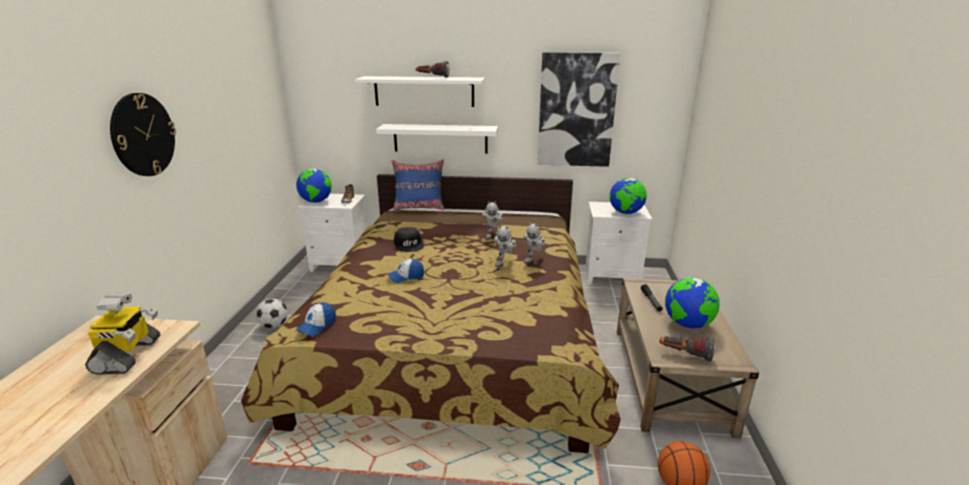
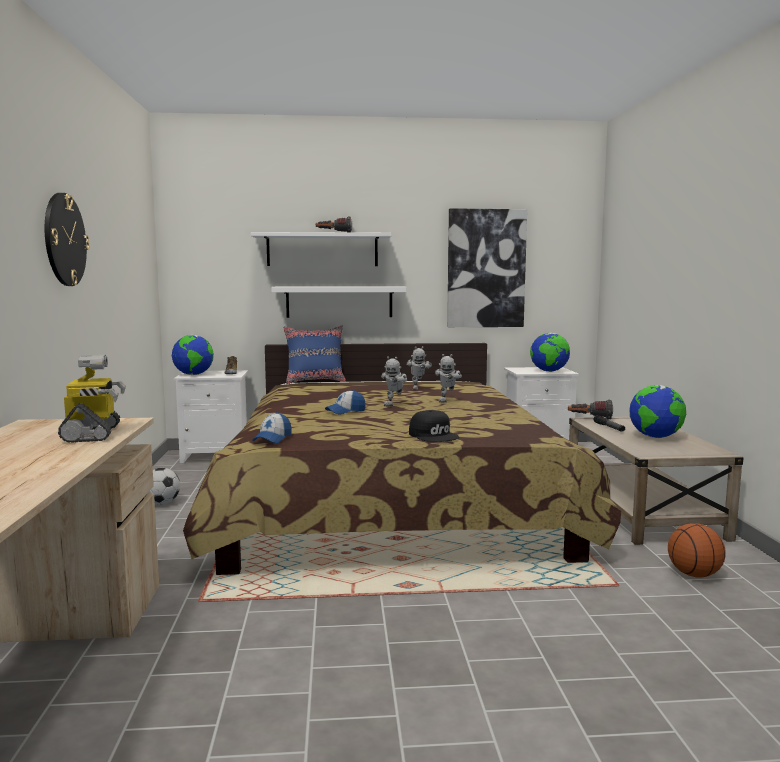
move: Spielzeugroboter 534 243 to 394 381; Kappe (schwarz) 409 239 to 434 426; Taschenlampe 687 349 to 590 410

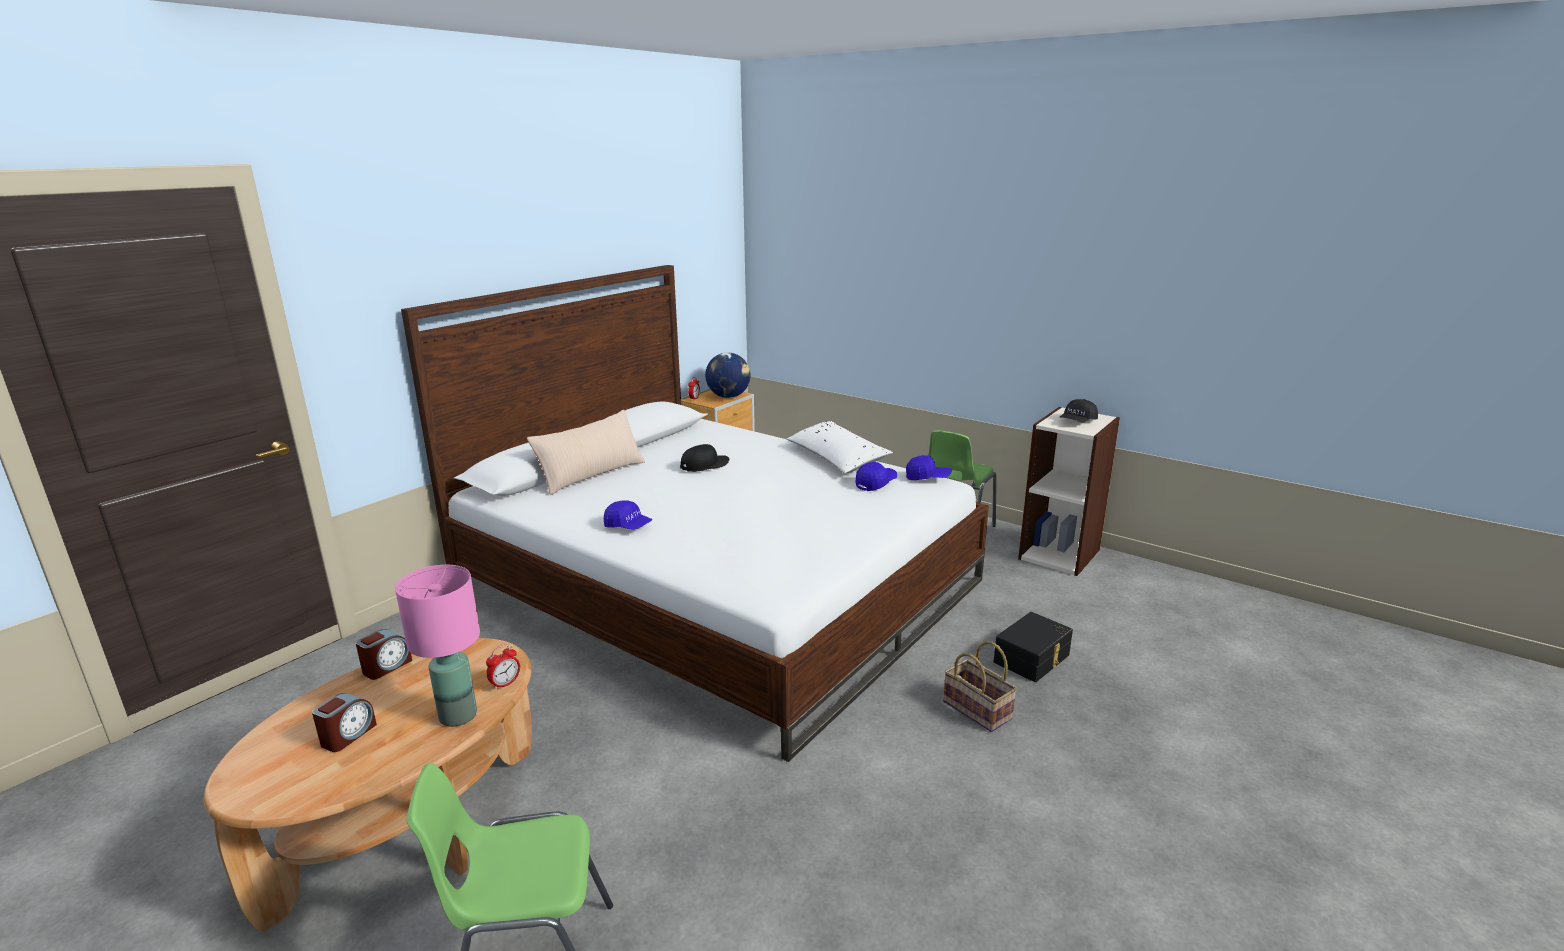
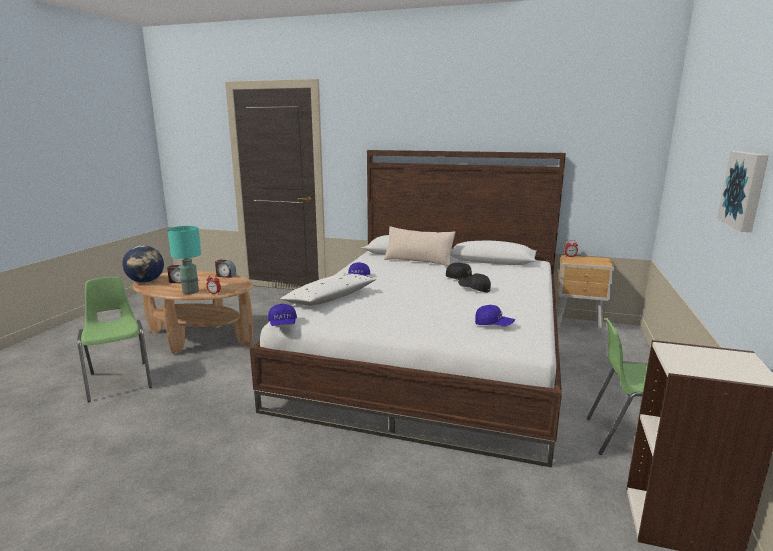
delete: Aufbewahrungsbox (schwarz) 1033 647; Korb 980 686
insert: Bild 743 191
move: Globus 728 375 to 143 264; Kappe (schwarz) 1079 410 to 474 283; Kissen (weiß) 840 447 to 328 290; Kappe (blau) 929 467 to 282 315
recolor: Tischlampe (rosa) 437 646 to Tischlampe (türkis) 184 260

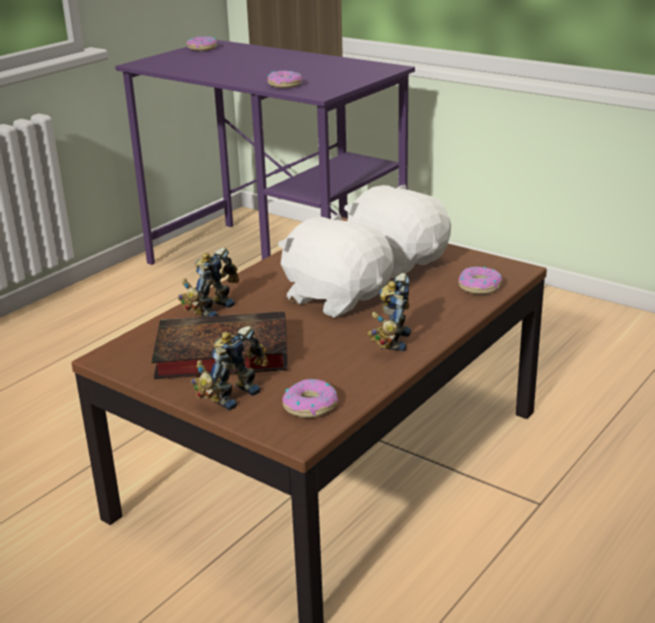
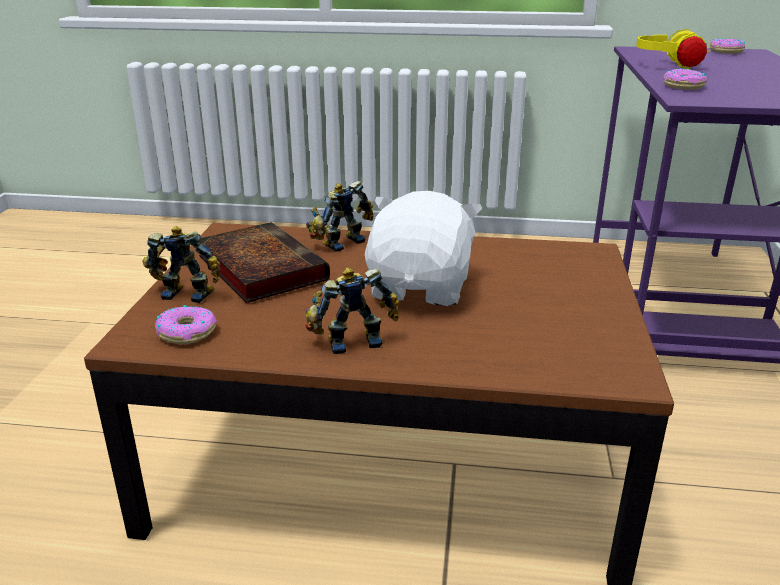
delete: Plüschtier (weiß) 397 231; Donut 480 280
insert: Kopfhörer (gelb) 673 49
rotate: Spielzeugroboter 208 282 = 340 216 45 degrees counterclockwise

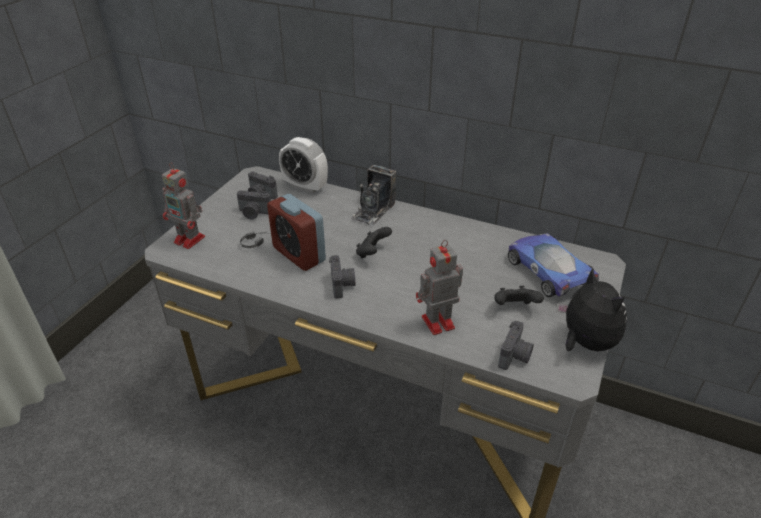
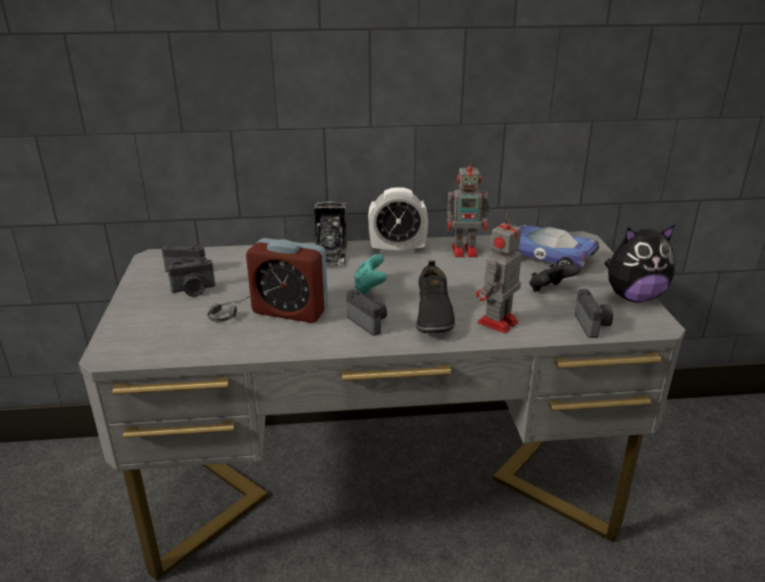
insert: Schuh (schwarz) 435 297
move: Wecker 303 165 to 398 220; Spielzeugroboter 183 205 to 468 207
recolor: Gamepad (schwarz) 374 242 to Gamepad (türkis) 370 274
rotate: Plüschtier 591 309 = 640 263 135 degrees clockwise

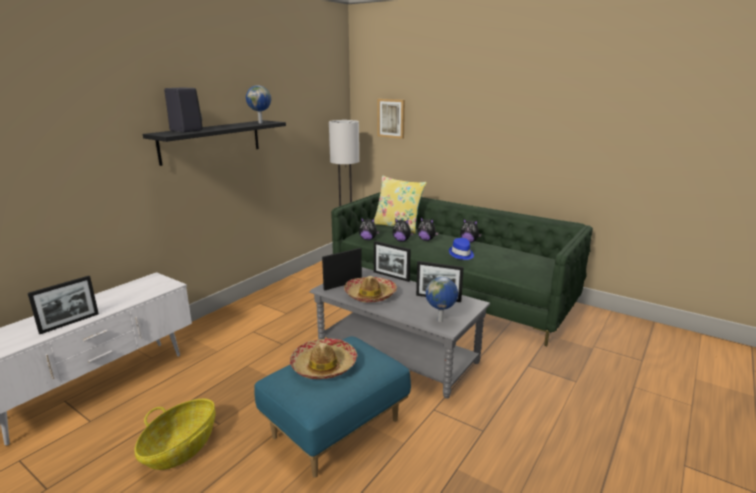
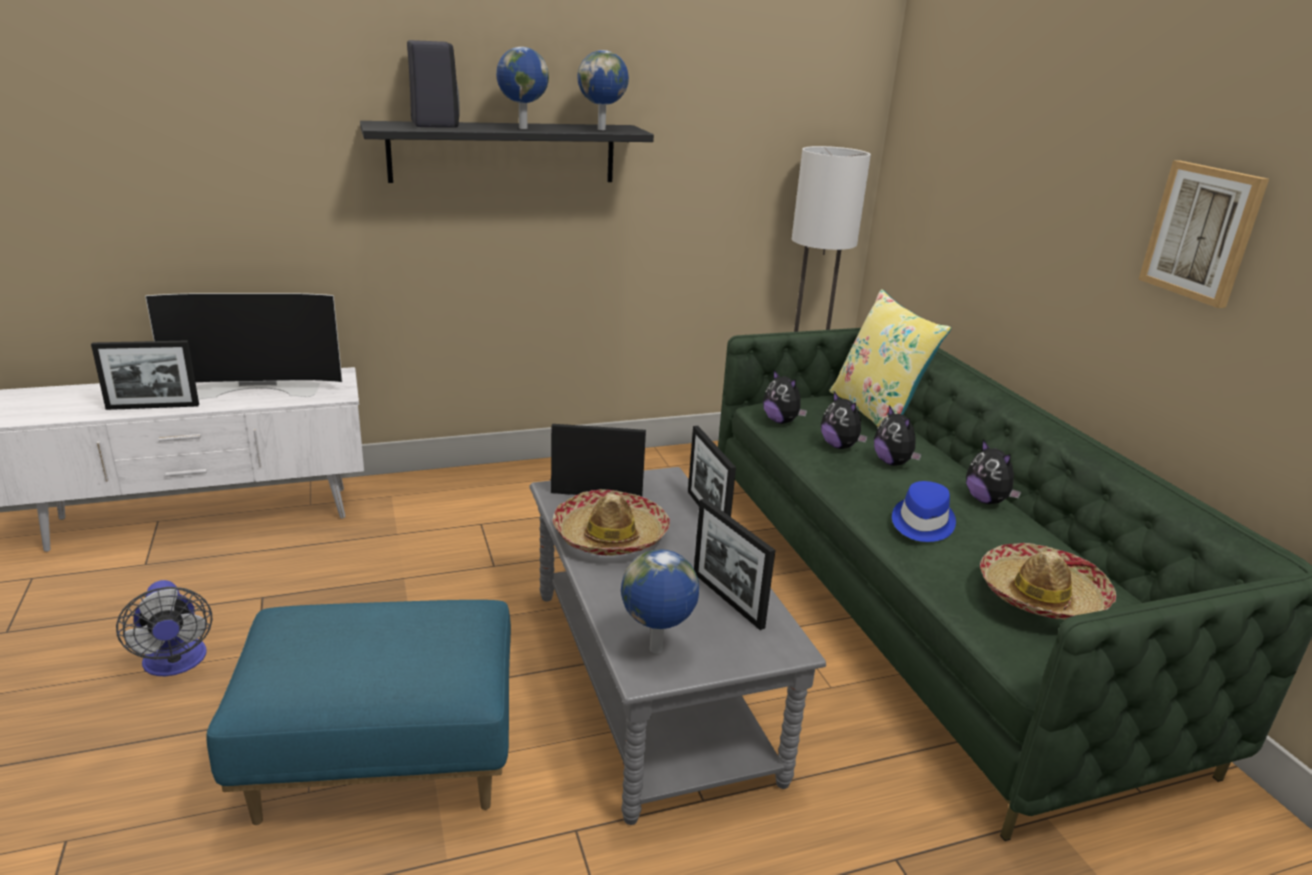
insert: Globus 522 88; Fernseher 243 346
move: Bild 391 119 to 1203 234; Hut 323 359 to 1048 581
replace: Korb 175 434 to Ventilator 164 628

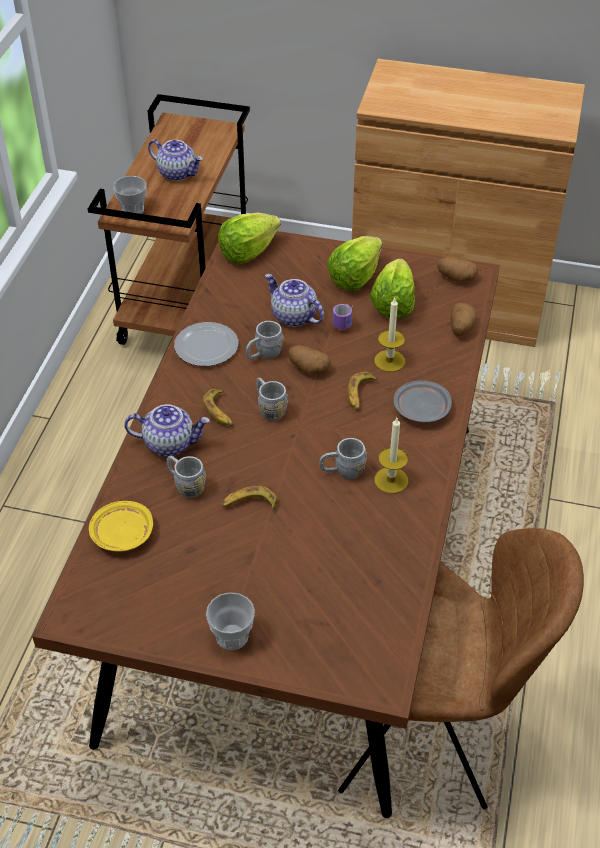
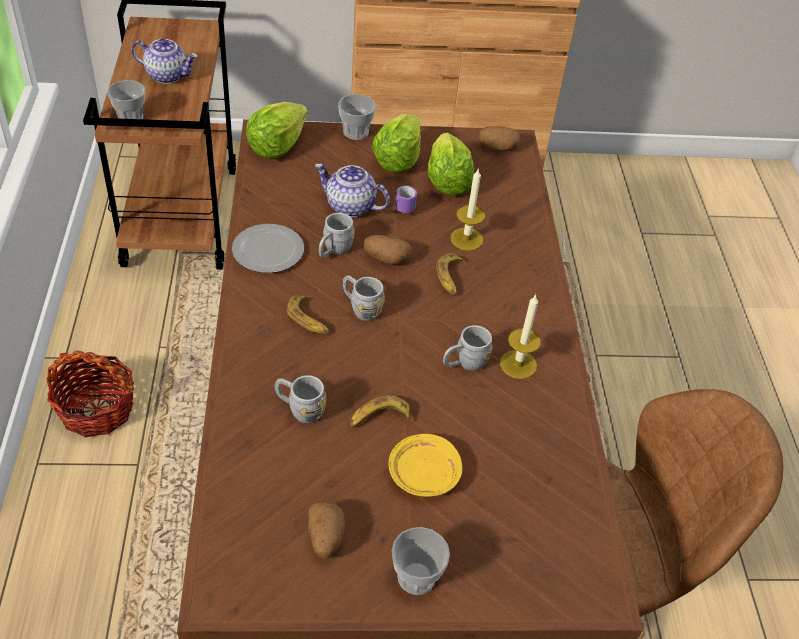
delete: Teller (grau) 423 402; Teekanne 167 430
insert: Tasse 357 117; Korb 90 393
move: Kartoffel 464 319 to 326 530; Teller (gelb) 121 526 to 425 465

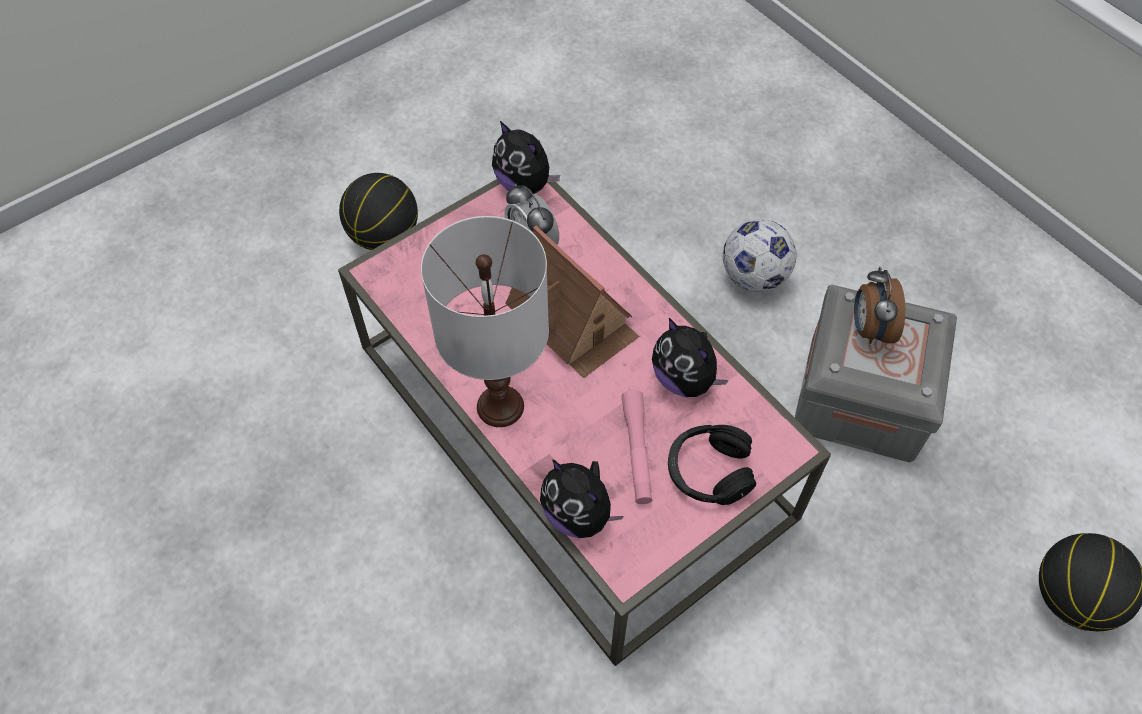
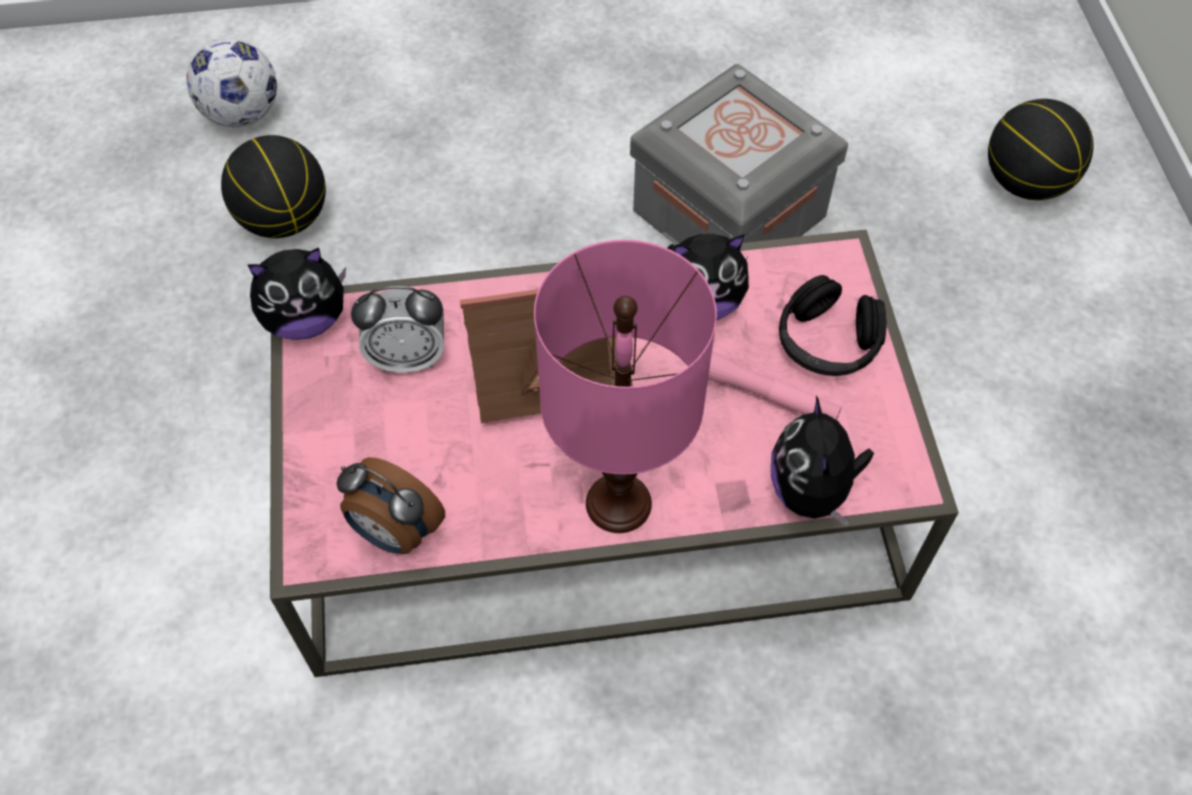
move: Basketball 378 211 to 273 186; Fußball 760 255 to 232 83; Wecker 879 305 to 390 505
recolor: Tischlampe (weiß) 485 321 to Tischlampe (rosa) 625 386
rotate: Plüschtier 582 498 = 822 461 105 degrees clockwise

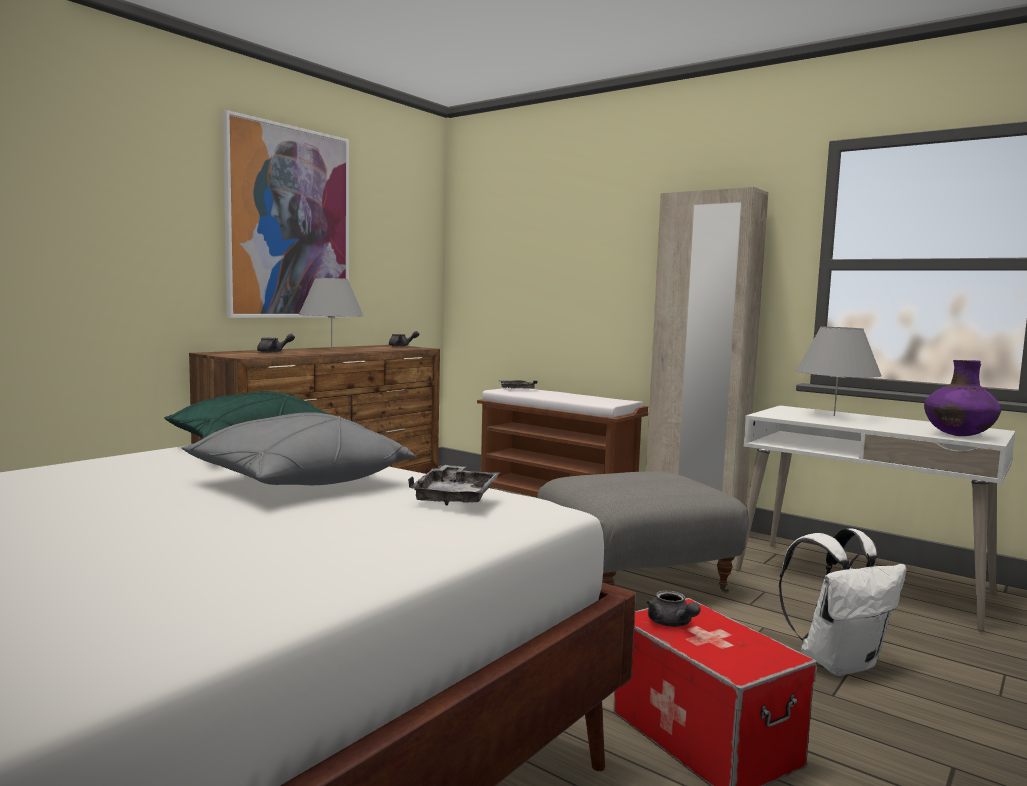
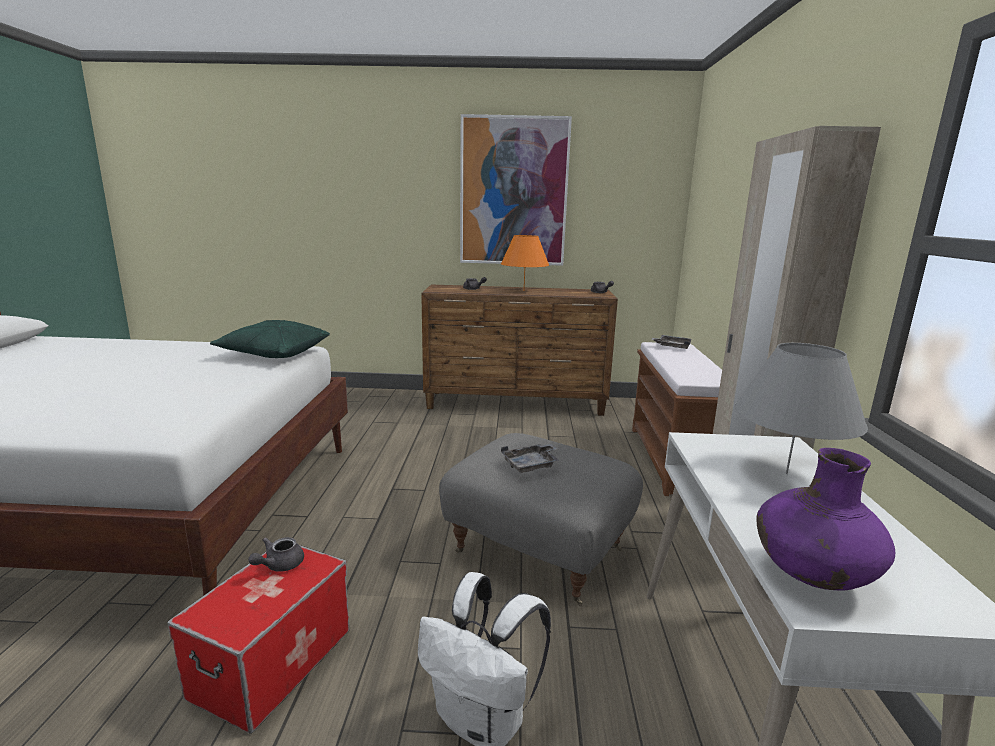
delete: Kissen (grau) 298 448
move: Tablett (grau) 454 485 to 530 458
recolor: Tischlampe (grau) 331 314 to Tischlampe (orange) 525 261

